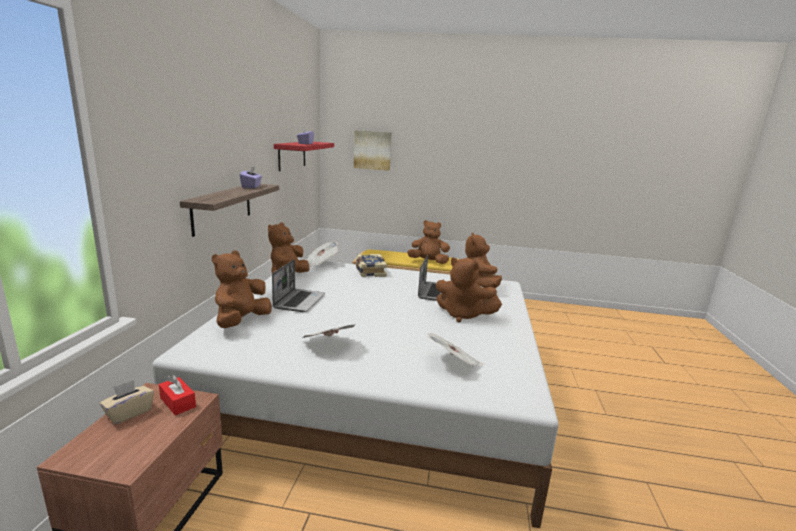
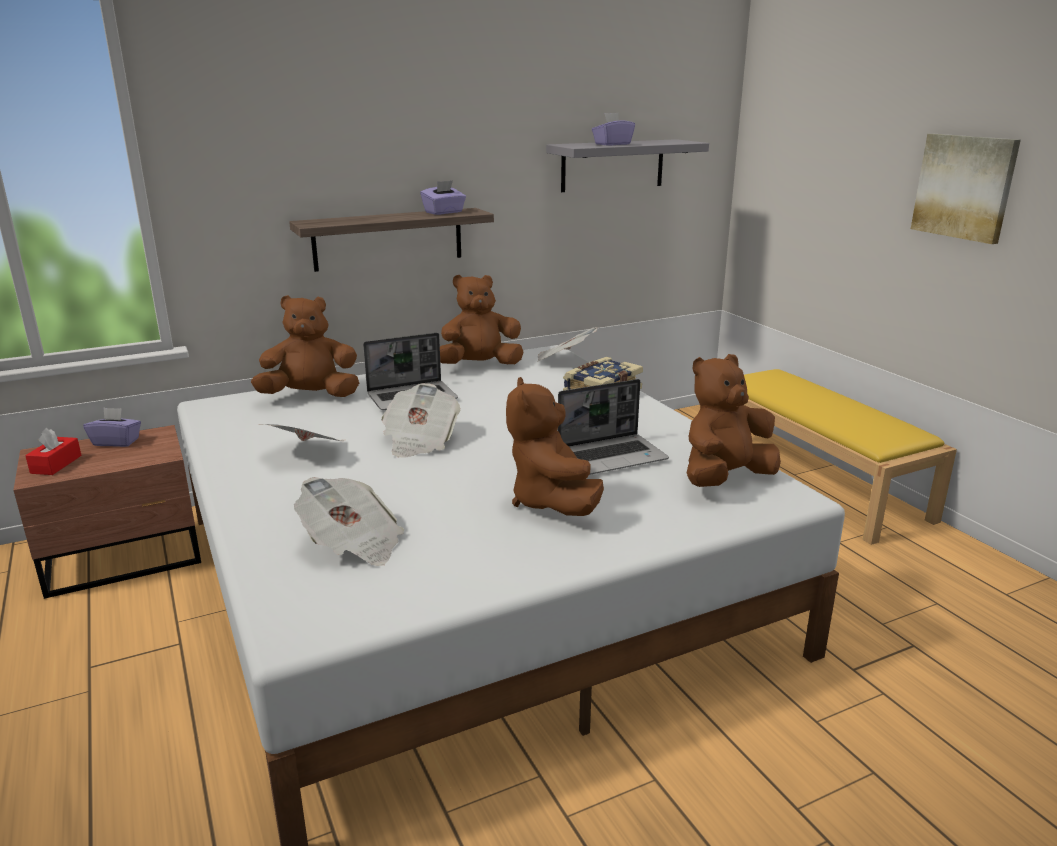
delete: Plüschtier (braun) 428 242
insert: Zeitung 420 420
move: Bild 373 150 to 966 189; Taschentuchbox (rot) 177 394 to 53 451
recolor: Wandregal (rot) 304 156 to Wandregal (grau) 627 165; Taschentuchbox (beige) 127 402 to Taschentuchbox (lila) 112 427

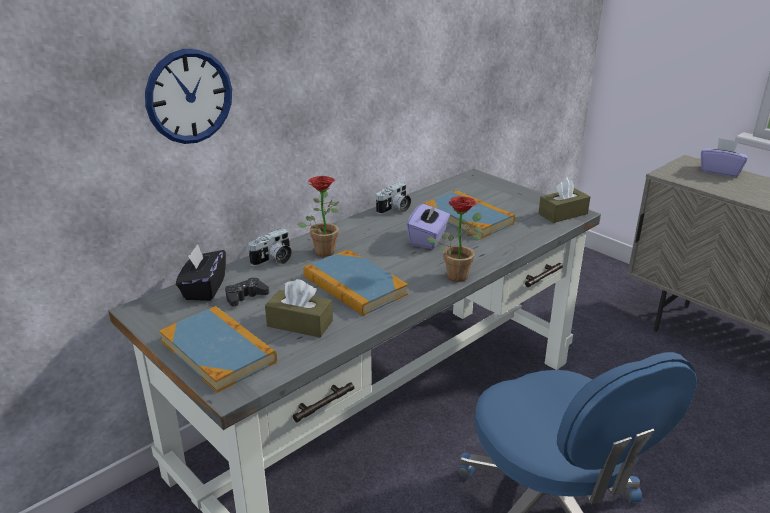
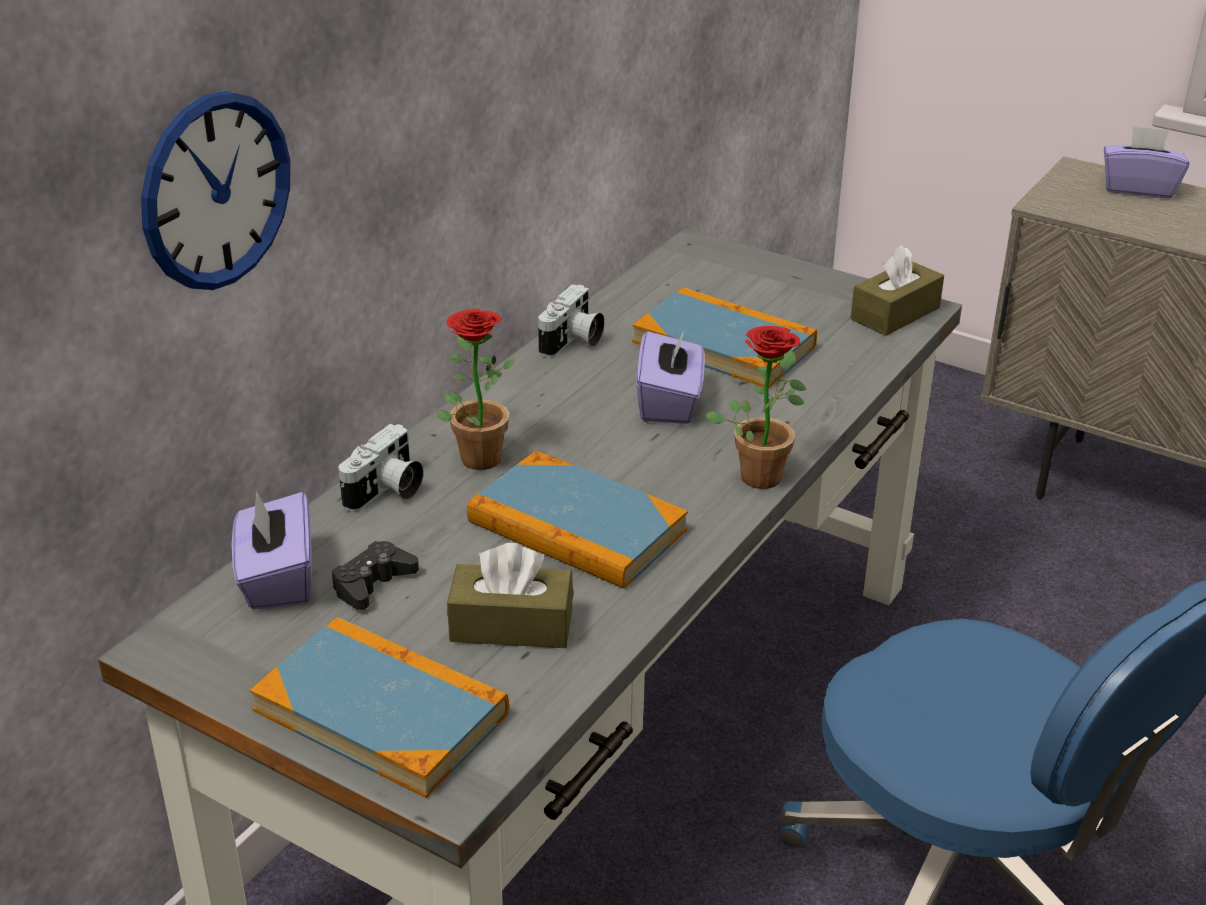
recolor: Taschentuchbox (schwarz) 201 272 to Taschentuchbox (lila) 272 550

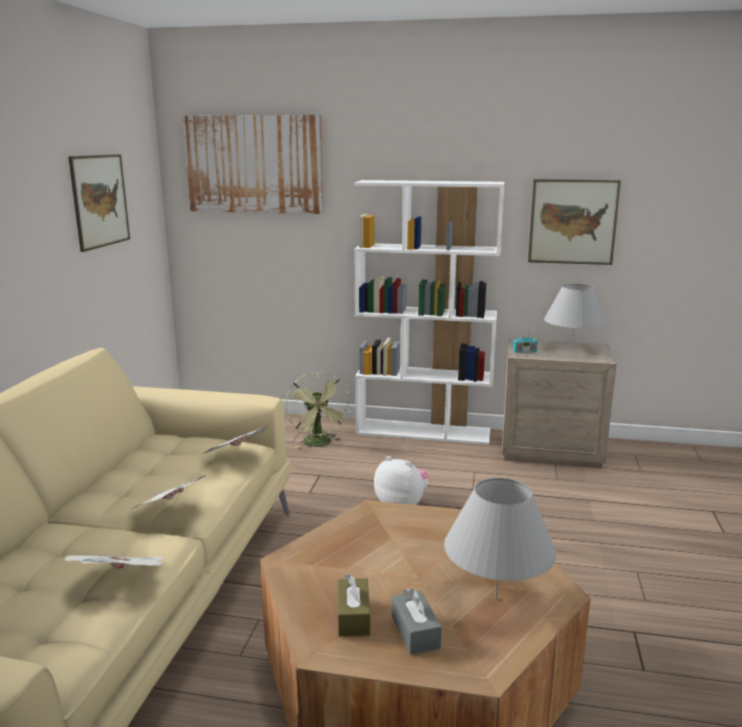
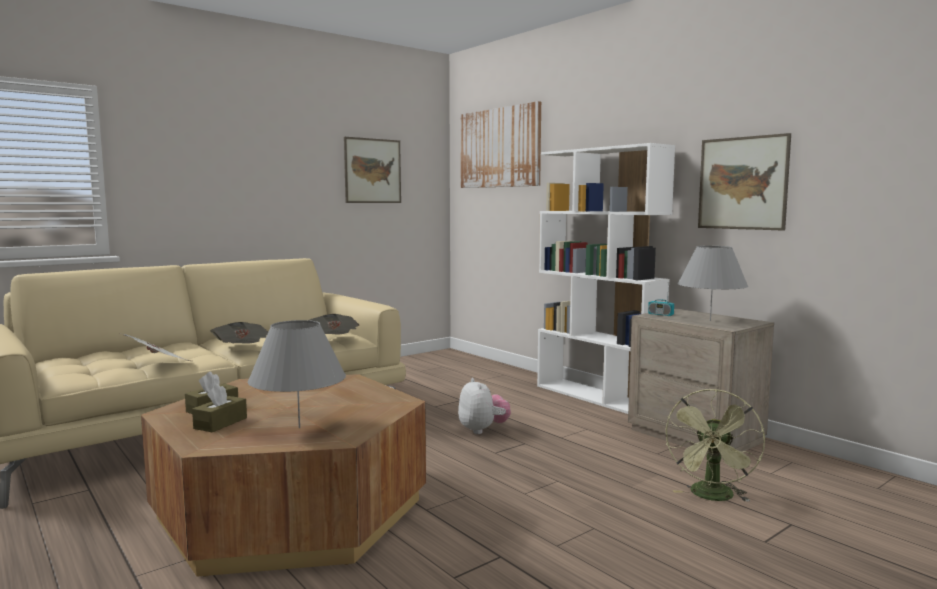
move: Ventilator (grün) 317 410 to 715 445
recolor: Taschentuchbox (grau) 417 621 to Taschentuchbox (braun) 219 408

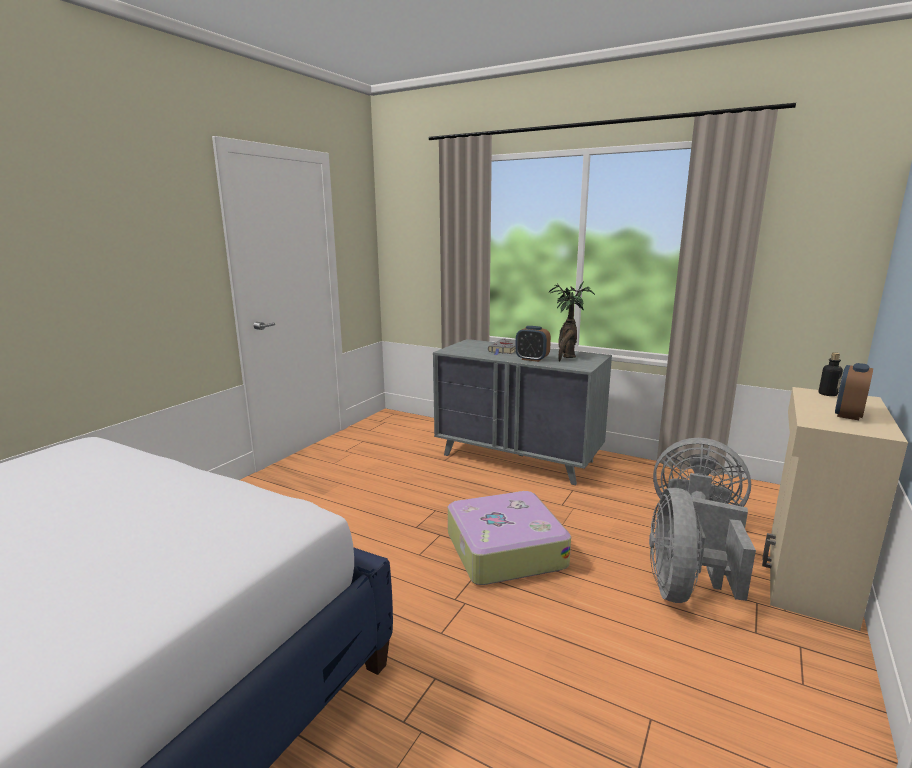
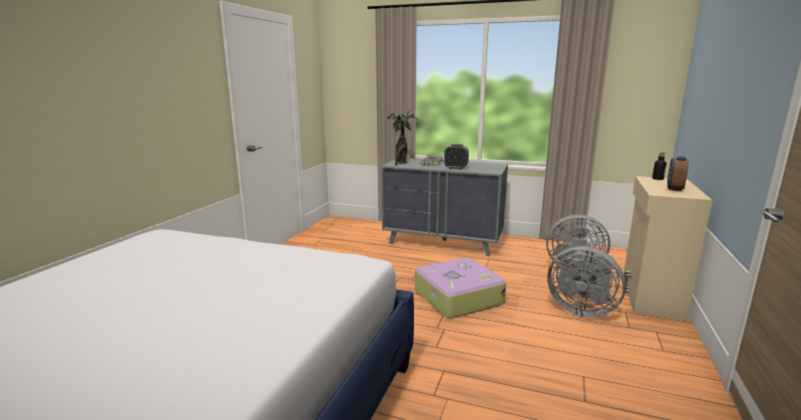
move: Topfpflanze 571 321 to 402 138
rotate: Ventilator (grau) 702 545 = 586 282 60 degrees counterclockwise

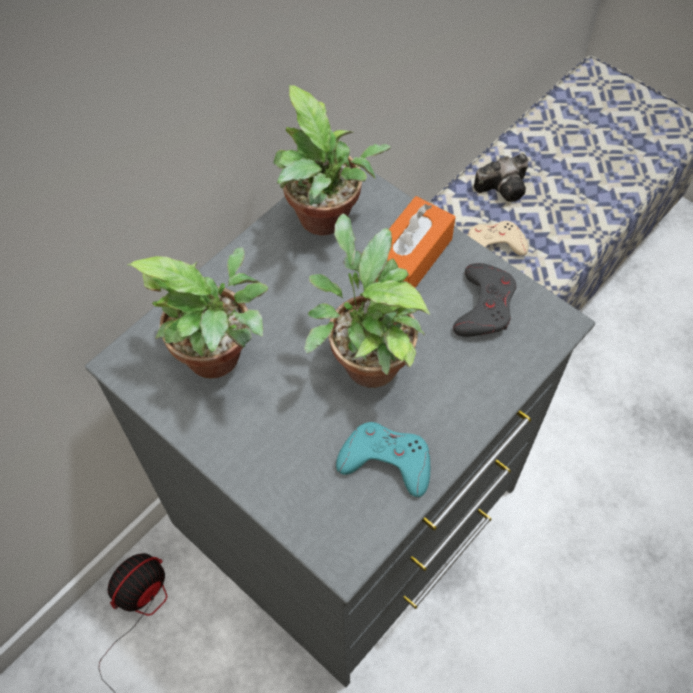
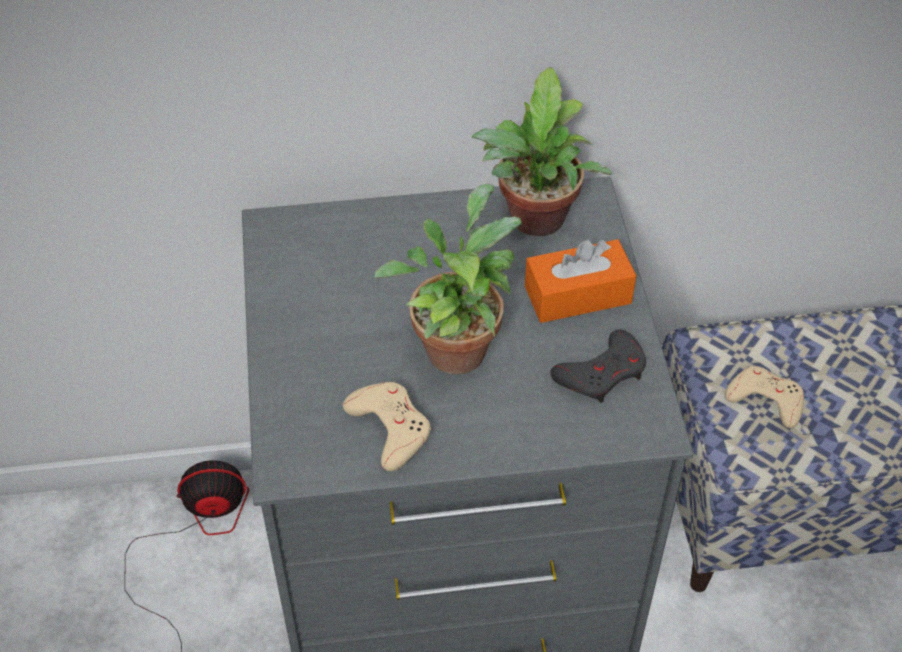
delete: Kamera 501 178; Topfpflanze 197 313
recolor: Gamepad (türkis) 383 459 to Gamepad (beige) 387 426

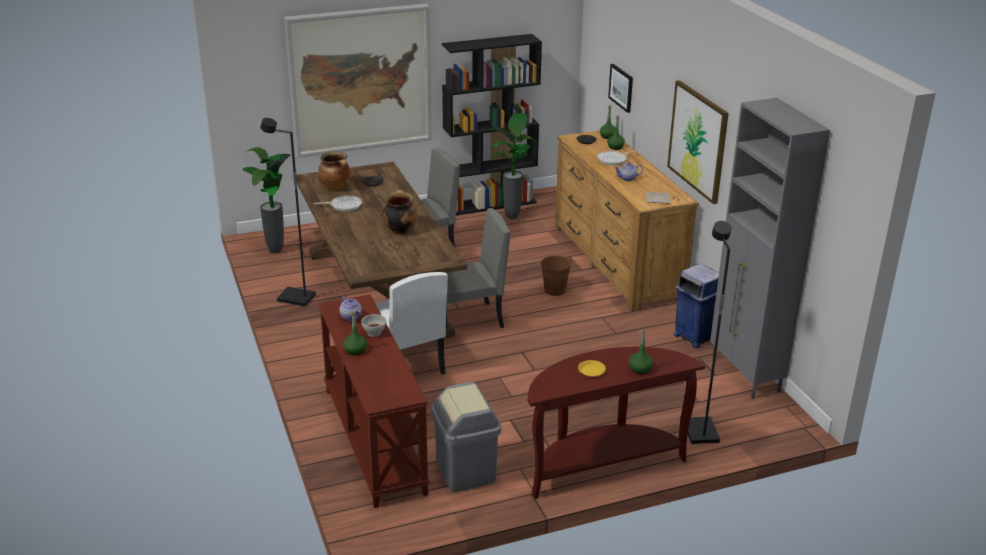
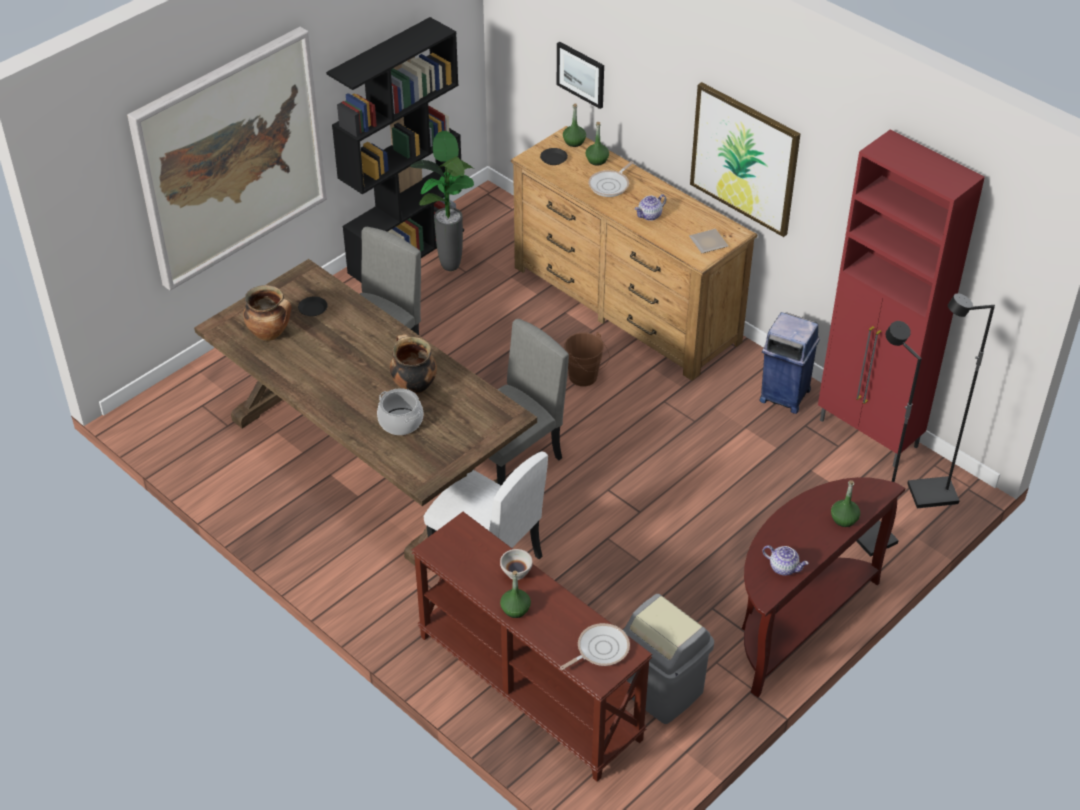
delete: Topfpflanze 266 200; Teller (gelb) 592 368
insert: Kochtopf 400 411
move: Stehlampe (schwarz) 288 212 to 951 400; Pfanne 338 203 to 595 646; Teekanne 351 308 to 786 560
recolor: Schrank (grau) 770 248 to Schrank (rot) 901 298

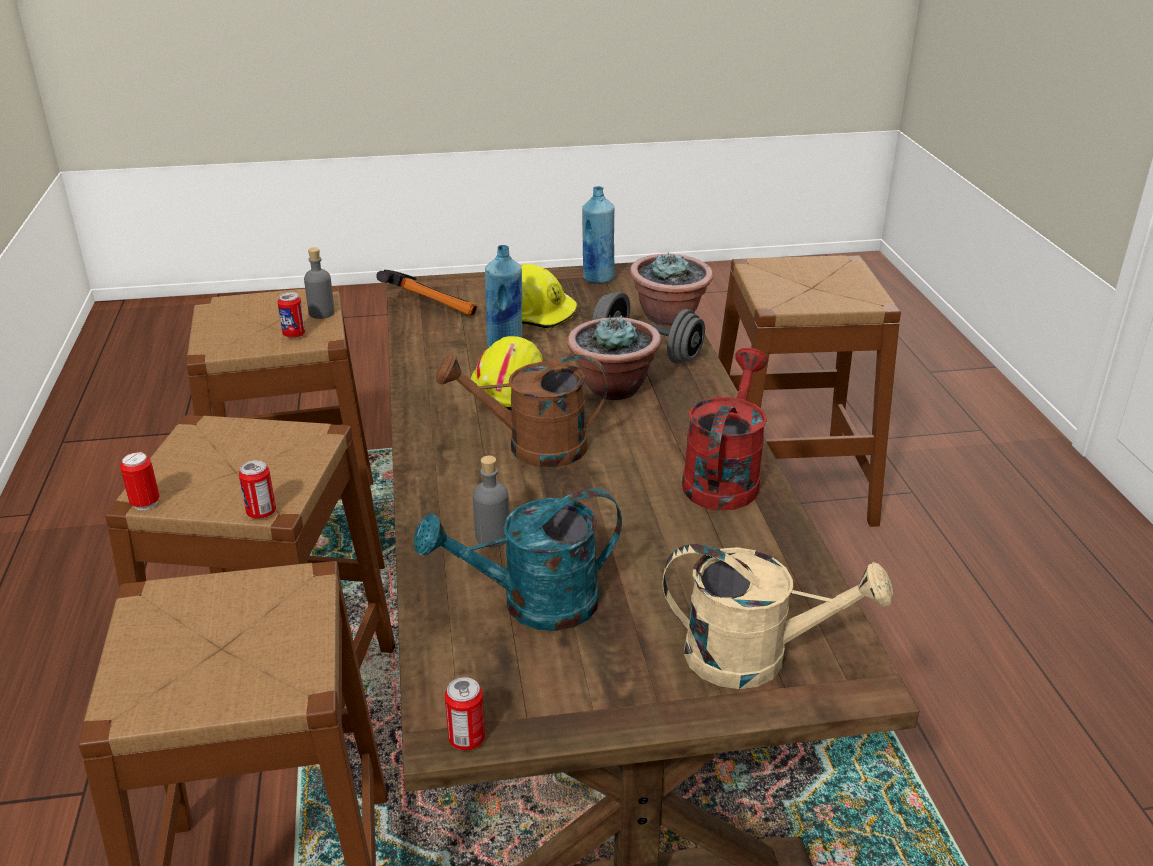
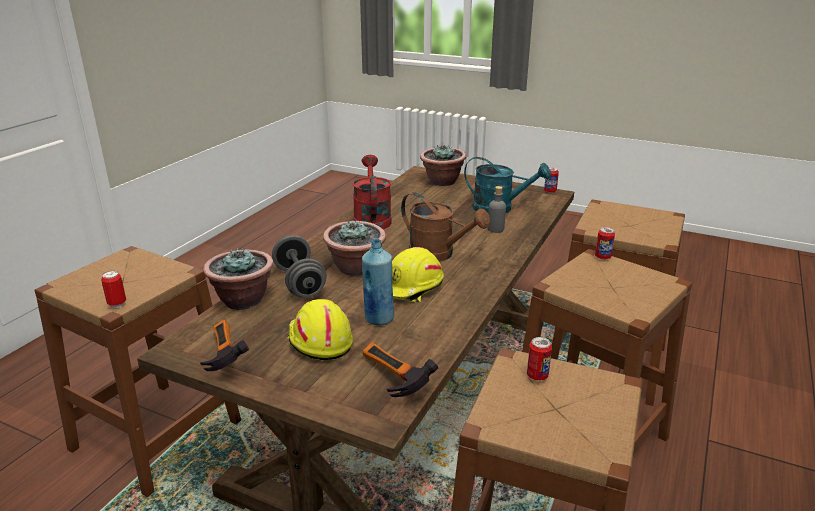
delete: Flasche (grau) 319 283
move: Dose 140 481 to 113 289
replace: Flasche (blau) 598 235 to Hammer 224 345; Gießkanne (beige) 777 616 to Topfpflanze 443 165
rotate: Gießkanne (rot) 725 429 = 372 192 120 degrees clockwise

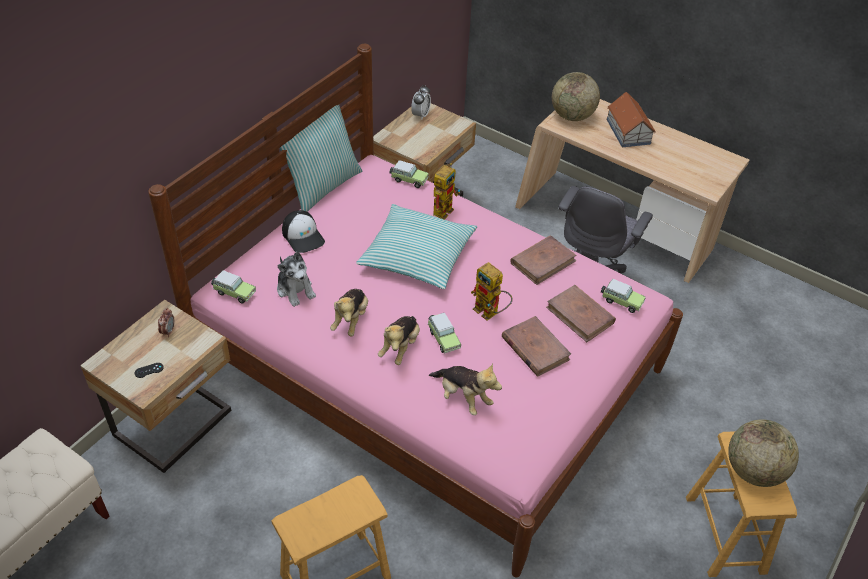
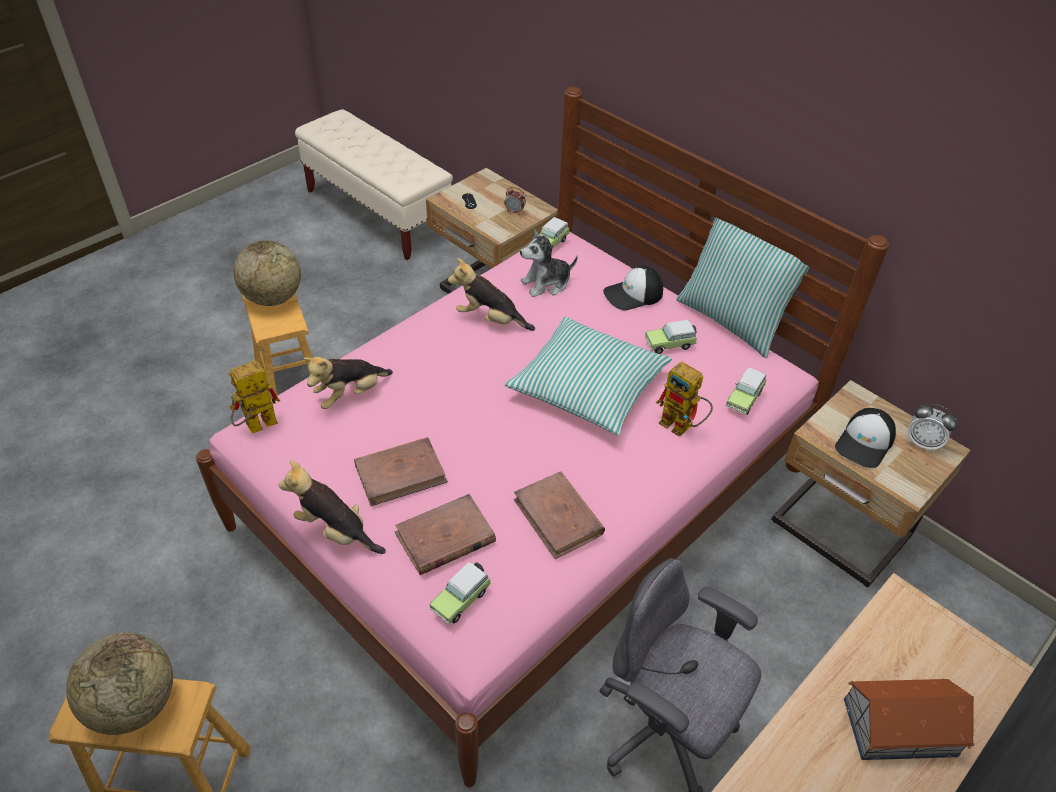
insert: Kappe 865 438
move: Globus 576 96 to 267 273; Spielzeugroboter 492 291 to 254 396; Spielzeugauto 444 333 to 671 337; Plüschtier 399 340 to 332 507

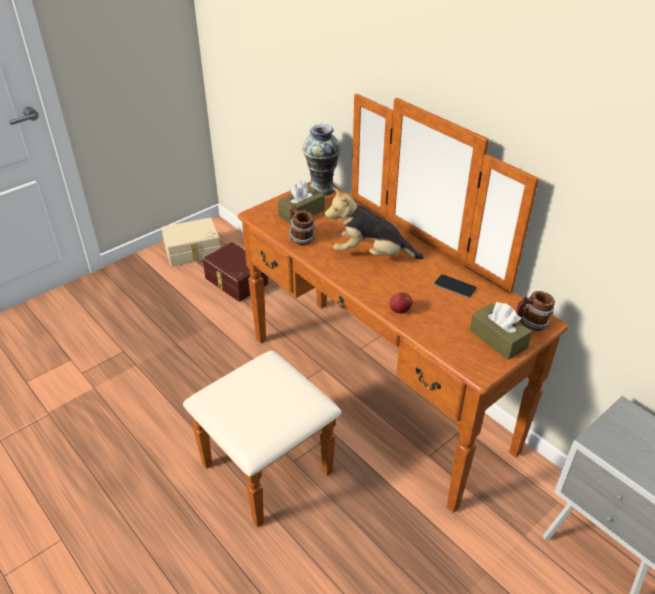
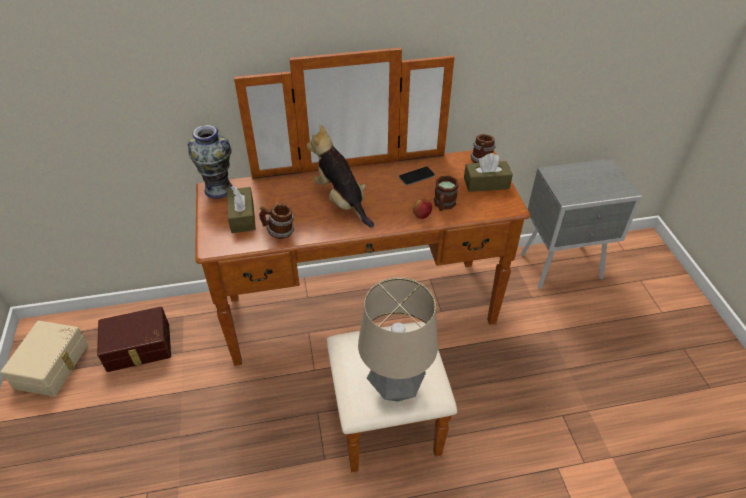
insert: Henkelbecher (braun) 446 193; Tischlampe 398 339
rotate: Plüschtier 374 223 = 340 176 105 degrees clockwise

